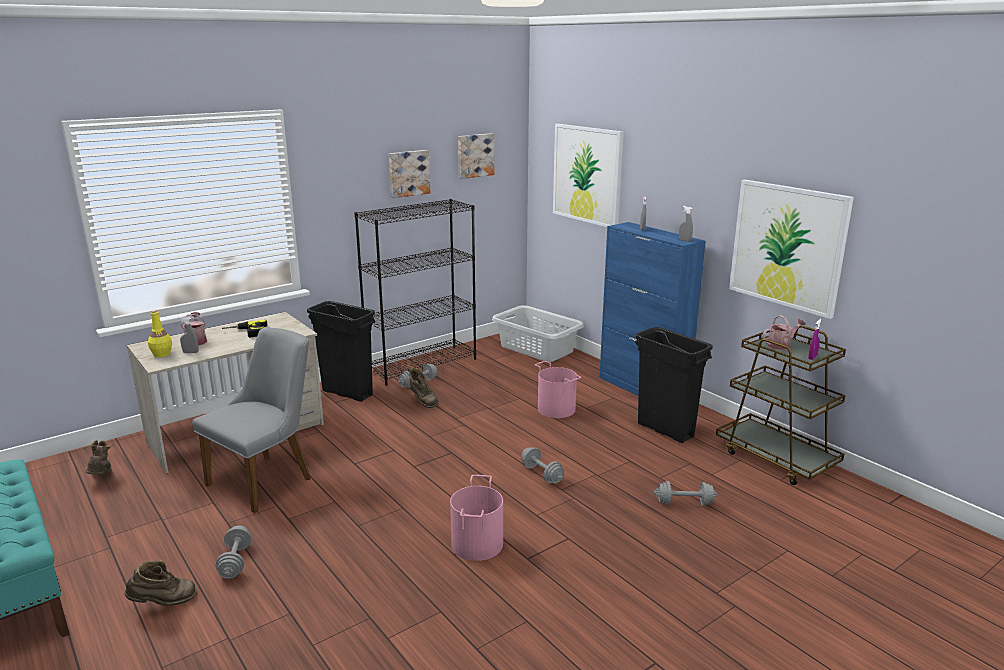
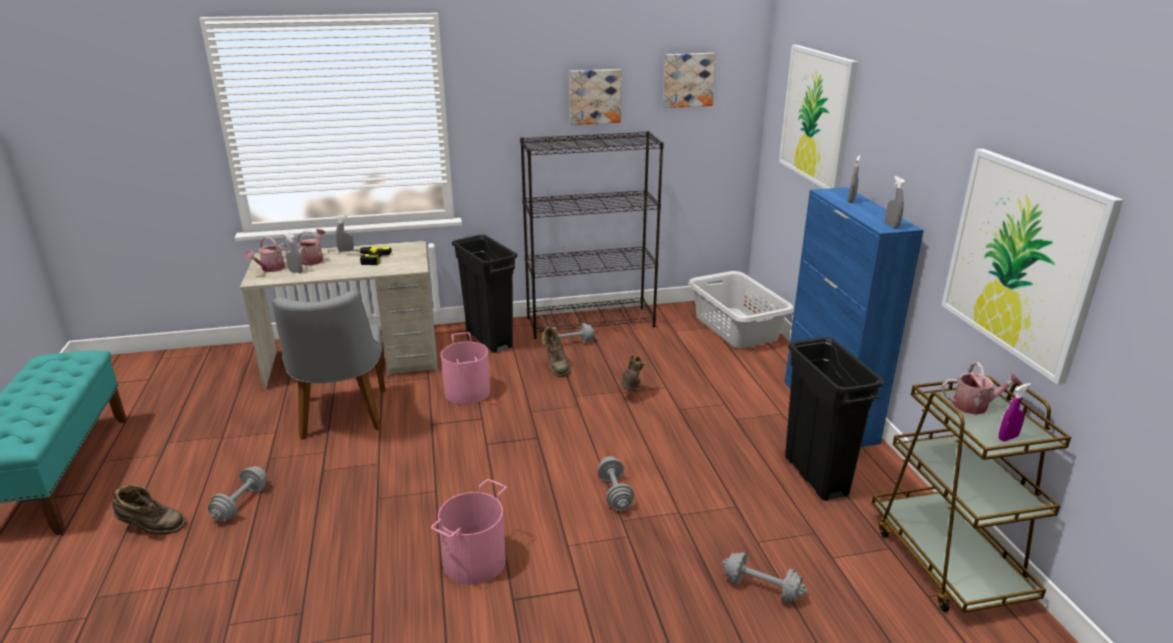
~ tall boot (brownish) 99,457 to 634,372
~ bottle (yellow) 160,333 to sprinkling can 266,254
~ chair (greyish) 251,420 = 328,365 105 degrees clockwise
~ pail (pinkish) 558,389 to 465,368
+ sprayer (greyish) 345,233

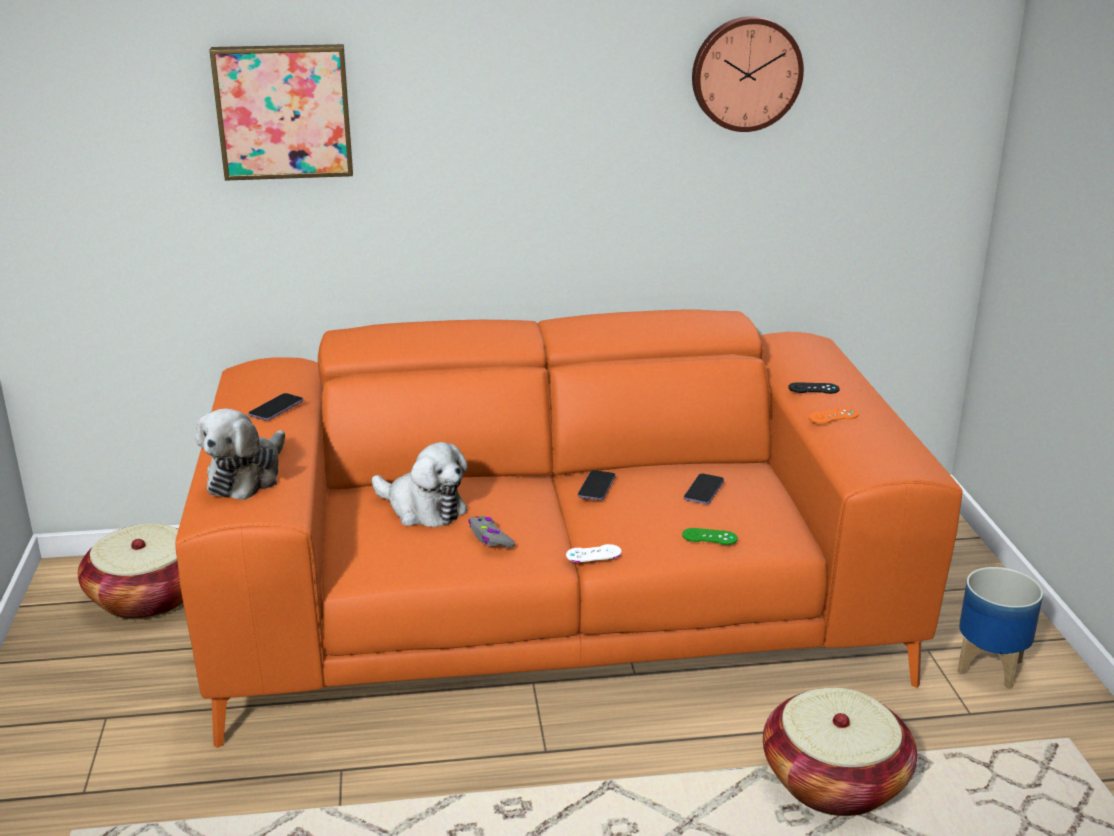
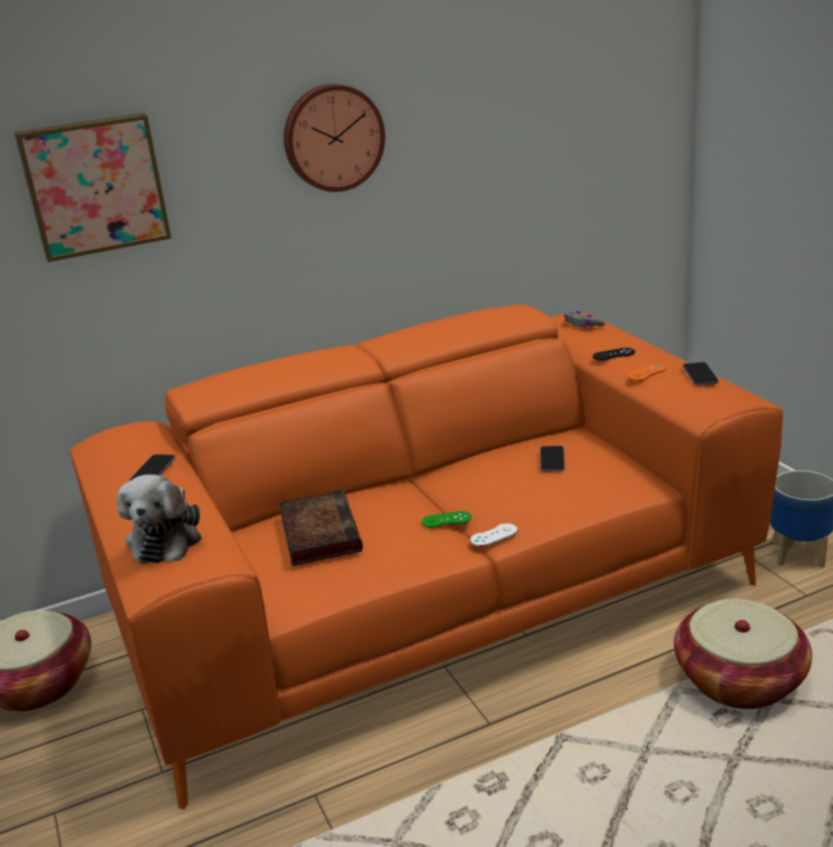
~ soft toy 420,484 to bound book 321,528
~ joypad (greyish) 492,532 to 584,319
~ phone 597,485 to 701,373
~ joypad (green-coloured) 710,536 to 446,519
~ hanging clock 748,74 to 334,138

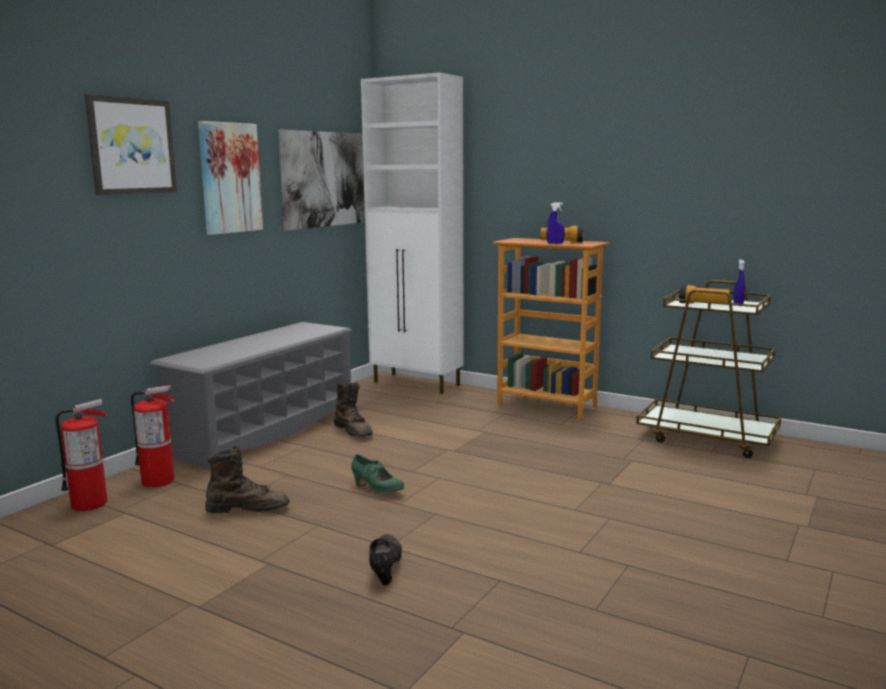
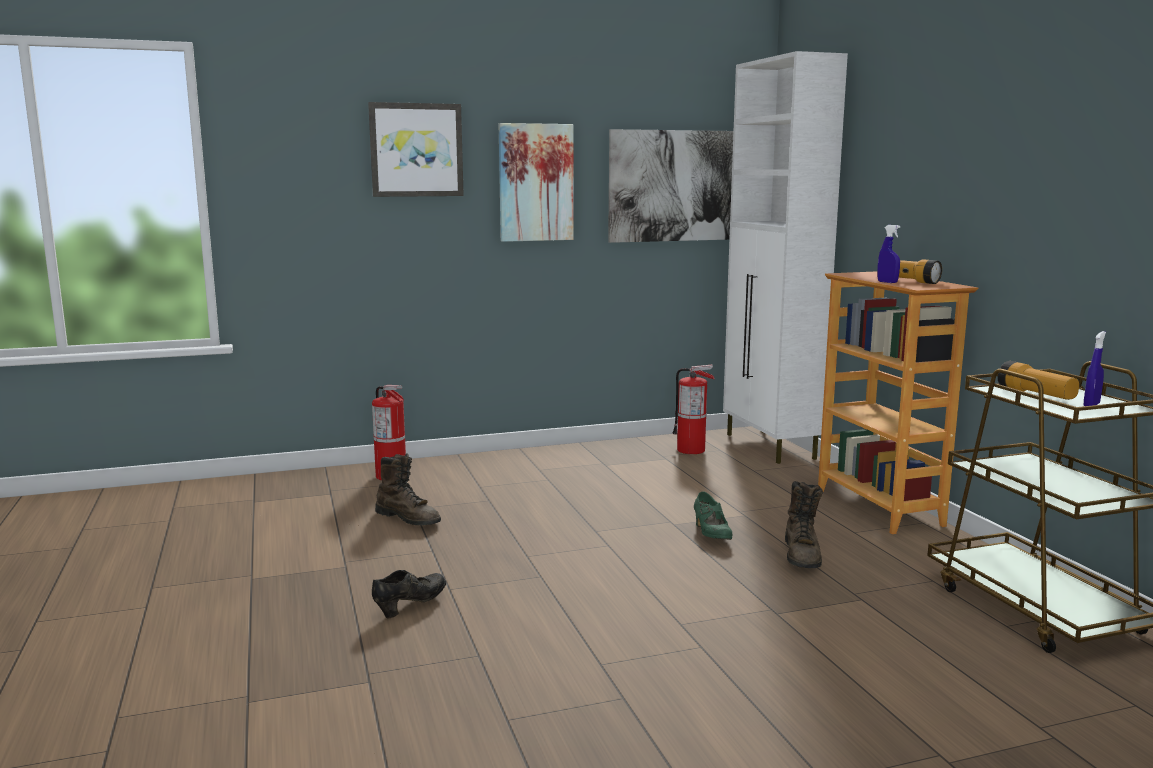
~ fire extinguisher 81,455 to 693,409
- shoe stand (greyish) 251,395
~ tall boot (brownish) 353,409 to 804,524
~ low shoe (green-coloured) 378,473 to 713,515

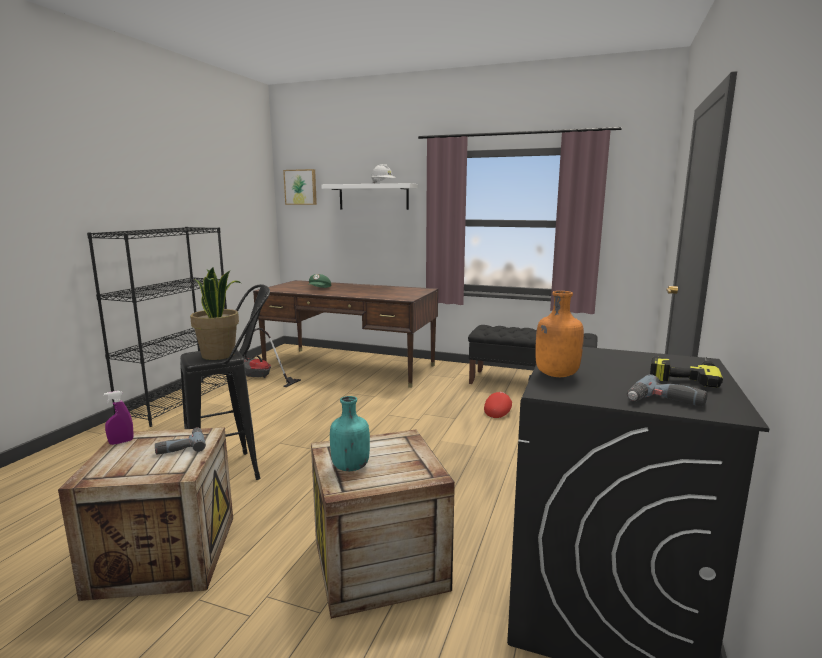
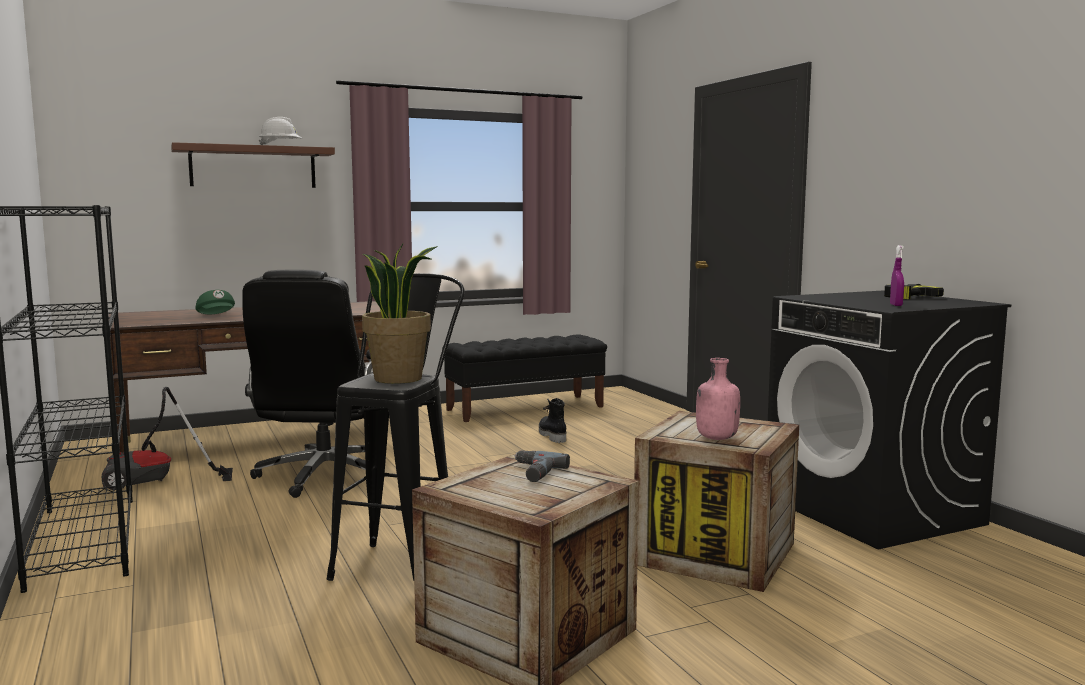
~ sprayer (purplish) 118,418 to 897,275
- wall art 300,187
~ bracket shelf (whitish) 370,196 to bracket shelf (brownish) 253,165
~ bottle (turquoise) 350,433 to bottle (pinkish) 718,399
~ peaked cap (reddish) 498,405 to tall boot (black) 552,420
- bottle (orange-coloured) 559,334
- electric drill 667,390
+ computer chair (black) 307,383

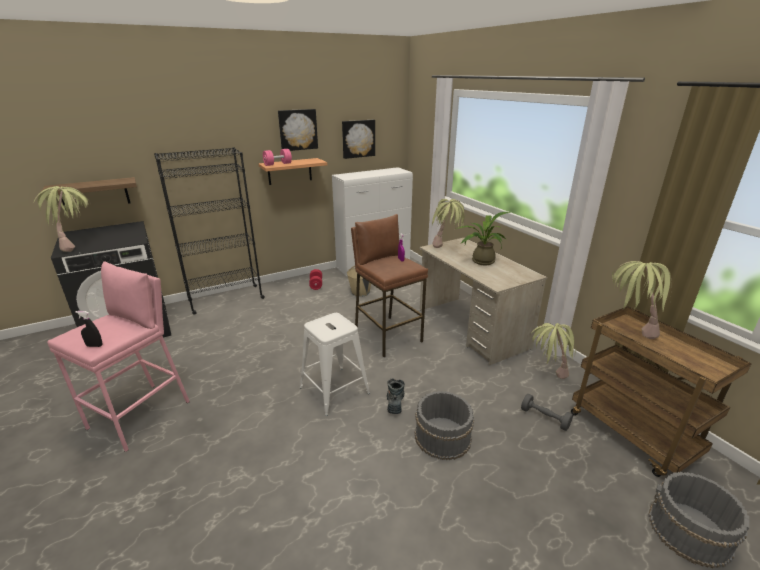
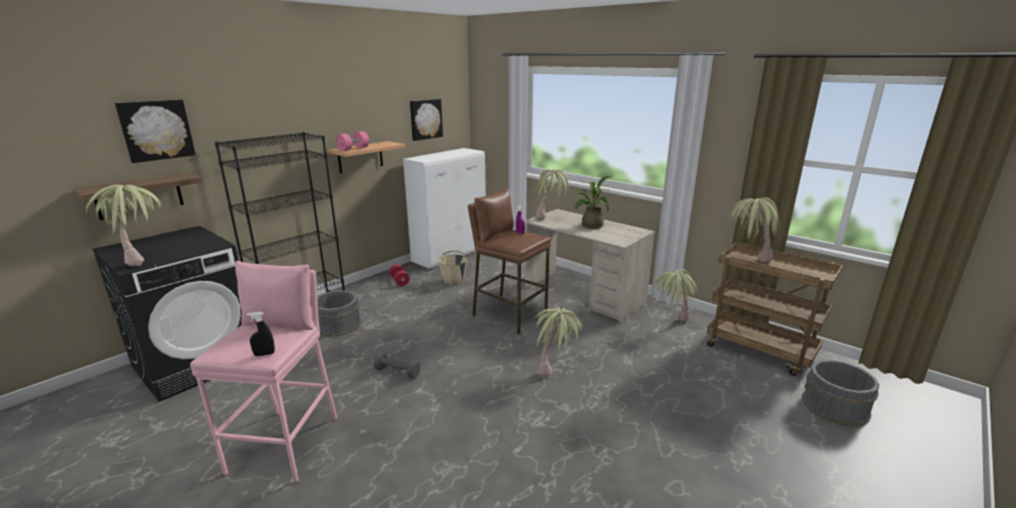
~ wall art 298,130 to 155,131
- stool (whitish) 335,364
~ tall boot 396,396 to potted plant 559,342
~ pail (greyish) 444,425 to 339,313
~ dumbbell (greyish) 547,412 to 396,366

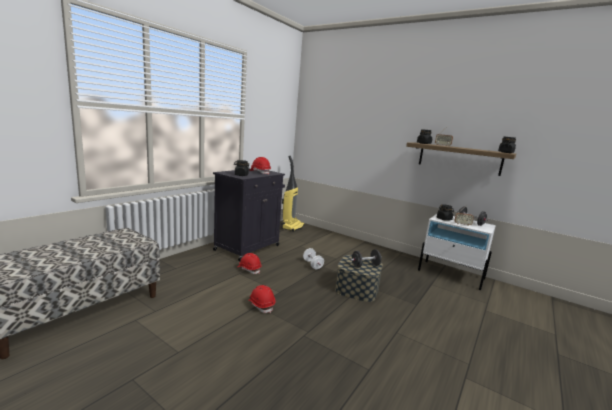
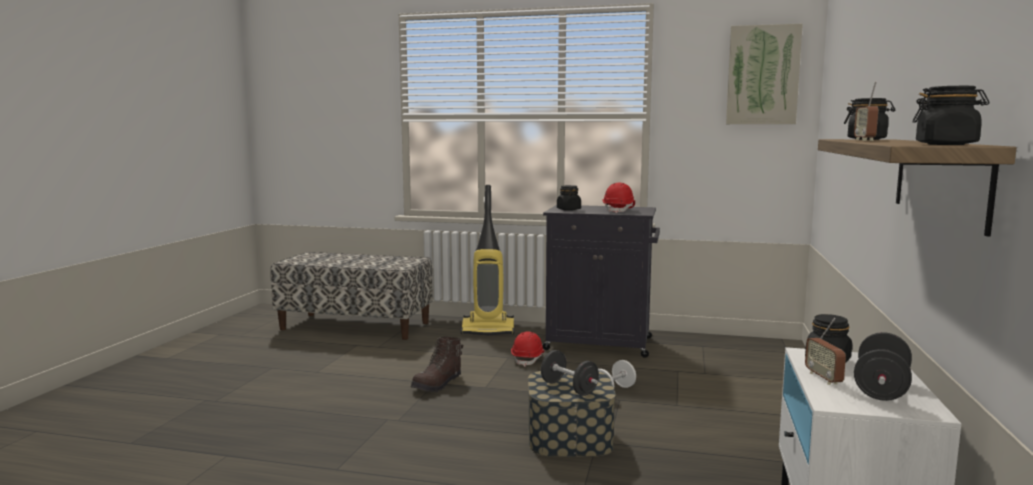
~ hard hat (reddish) 262,299 to tall boot (brownish) 437,364
~ hoover 292,194 to 487,260
+ wall art 764,74

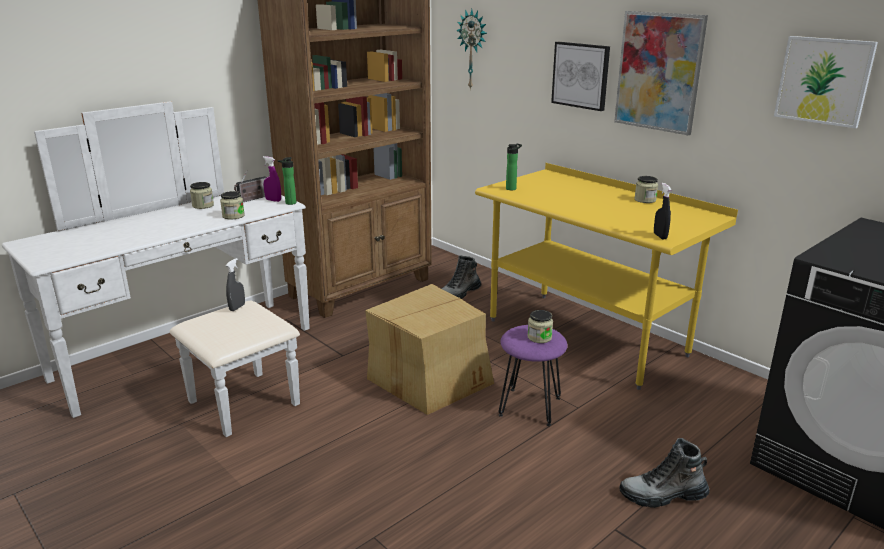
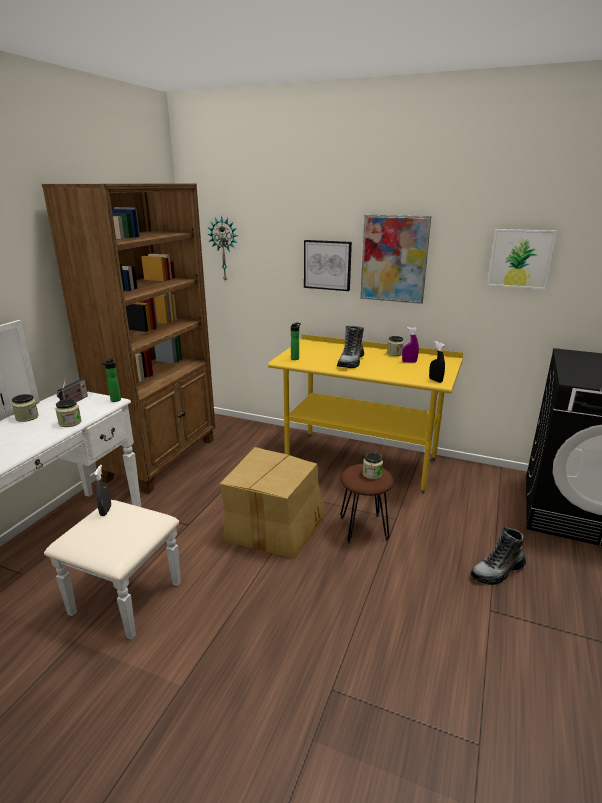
~ sprayer (purplish) 272,179 to 410,345
~ tall boot 461,277 to 350,347
~ stool (purplish) 533,375 to stool (brownish) 367,503

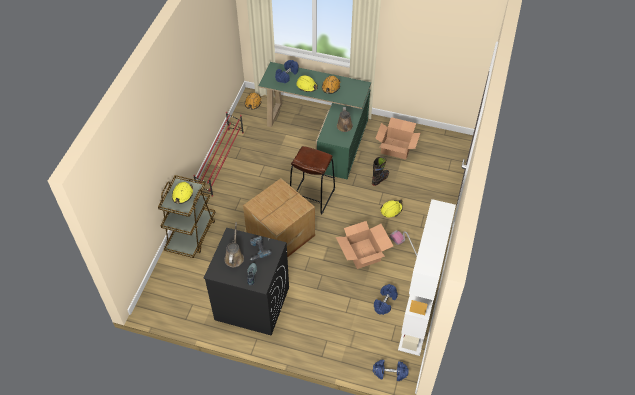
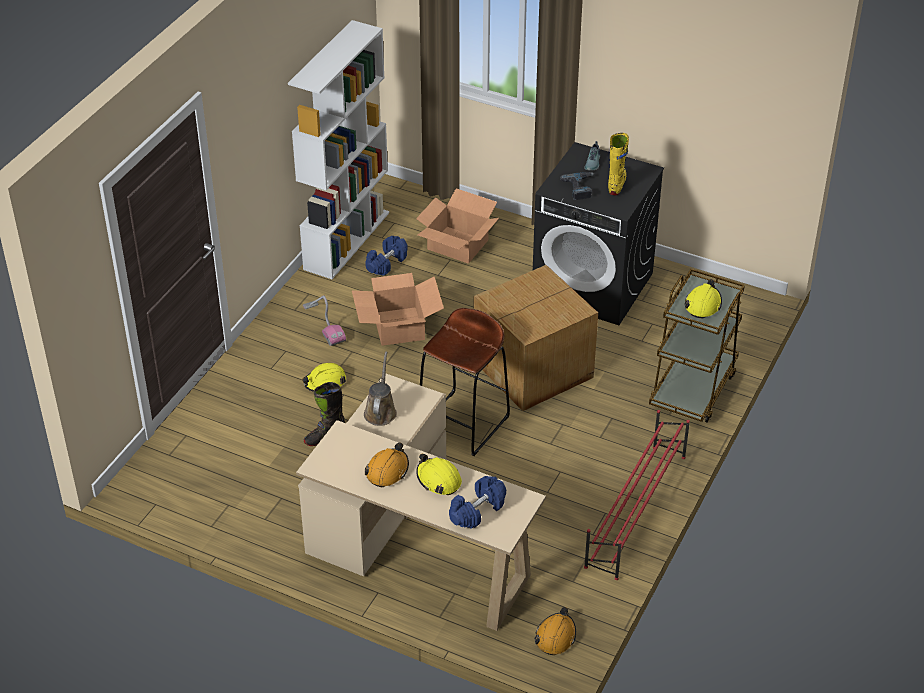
~ sprinkling can (brownish) 234,244 to tall boot (yellow) 618,164
~ desk (green-coloured) 314,121 to desk (beige) 421,502
- dumbbell (blue) 391,370
~ packing box 397,138 to 457,226

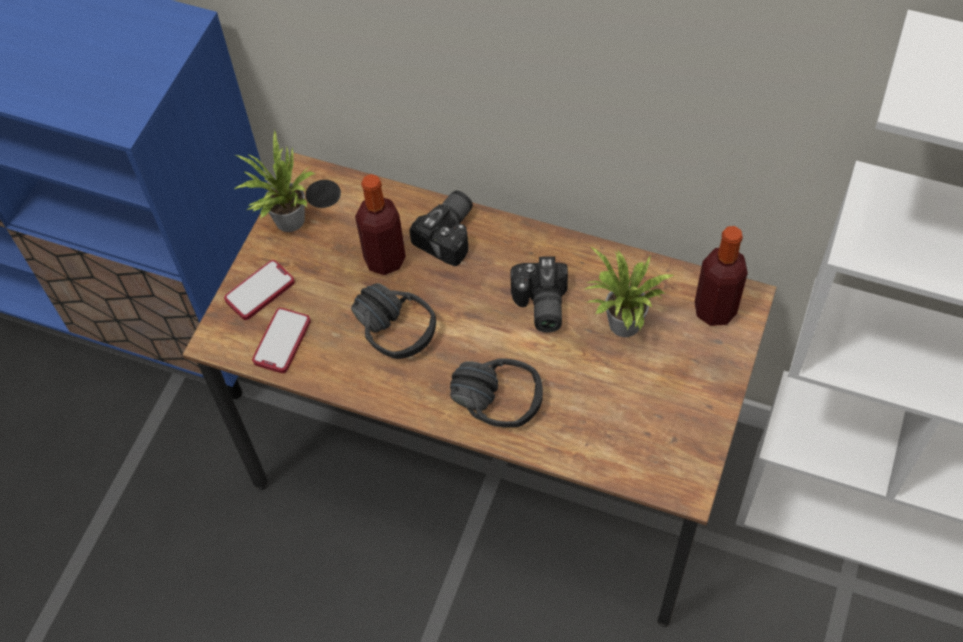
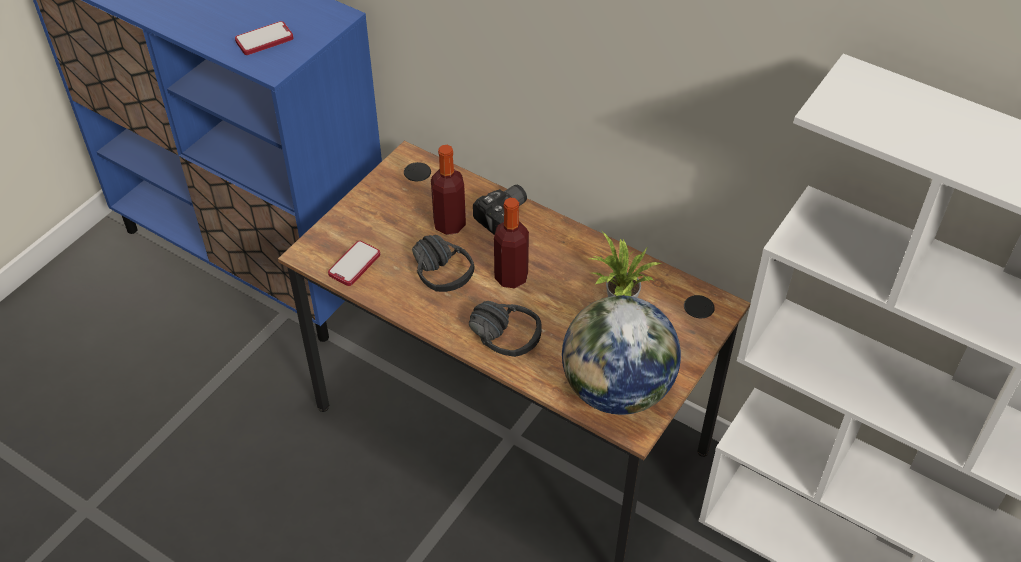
~ phone 259,290 to 264,38
- potted plant 275,181
- photo camera 539,294
~ bottle 721,276 to 511,243
+ globe 621,355

